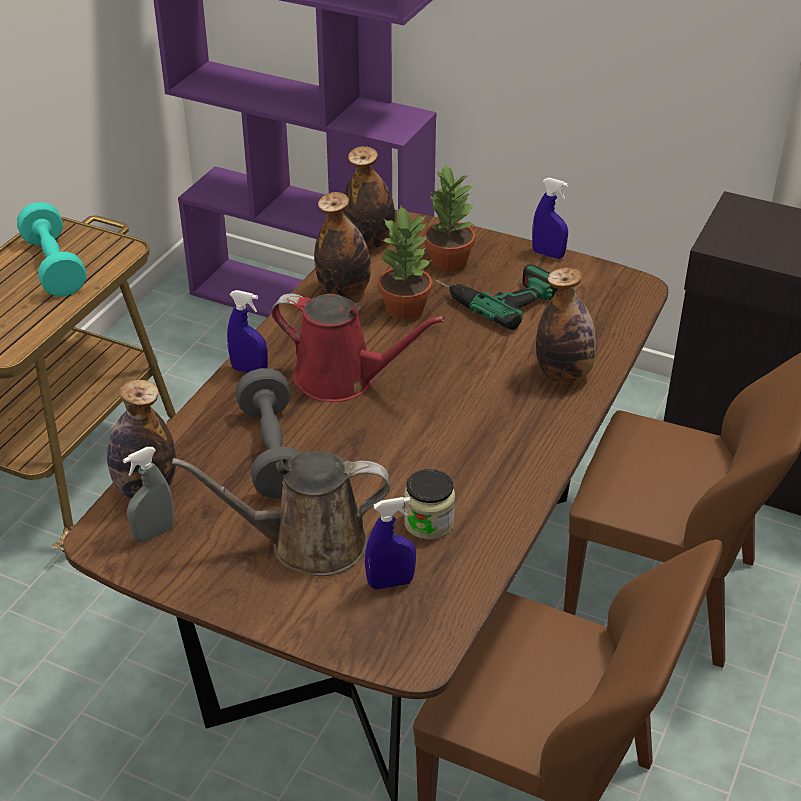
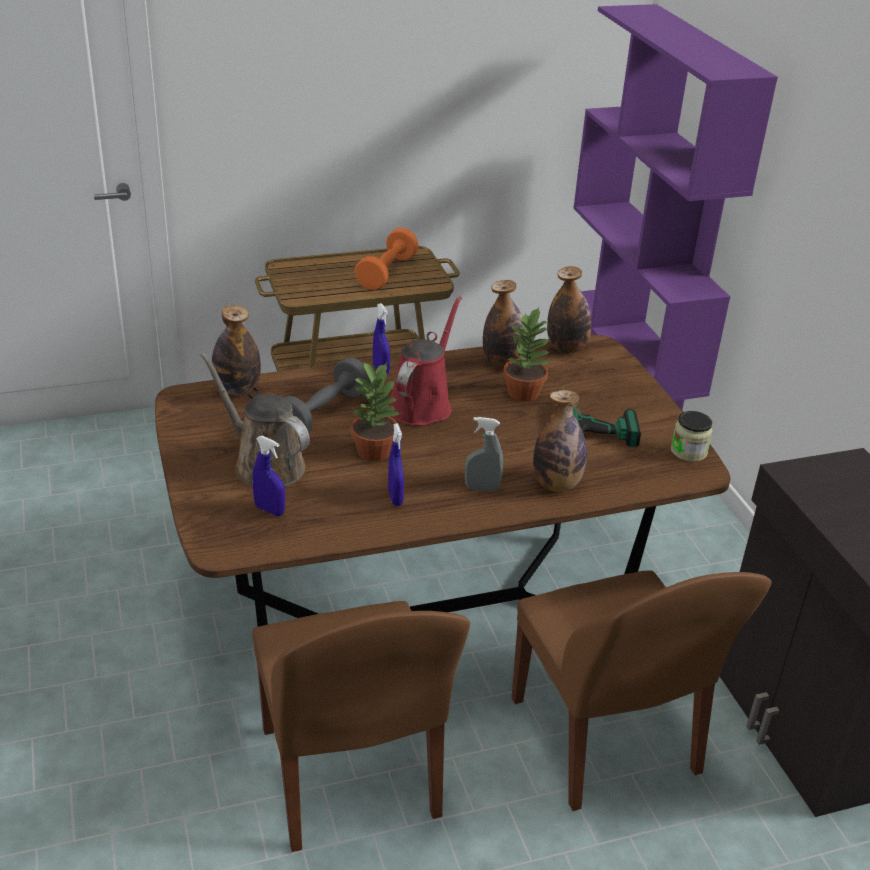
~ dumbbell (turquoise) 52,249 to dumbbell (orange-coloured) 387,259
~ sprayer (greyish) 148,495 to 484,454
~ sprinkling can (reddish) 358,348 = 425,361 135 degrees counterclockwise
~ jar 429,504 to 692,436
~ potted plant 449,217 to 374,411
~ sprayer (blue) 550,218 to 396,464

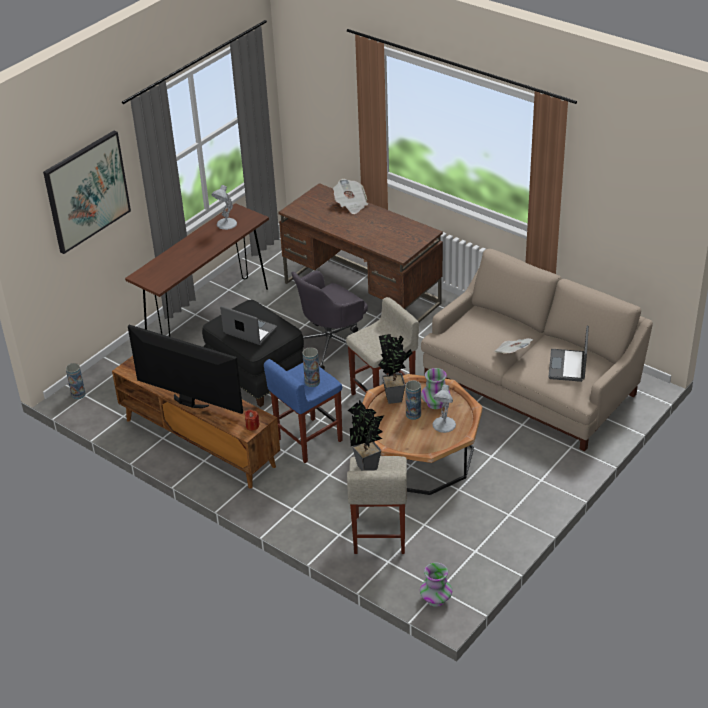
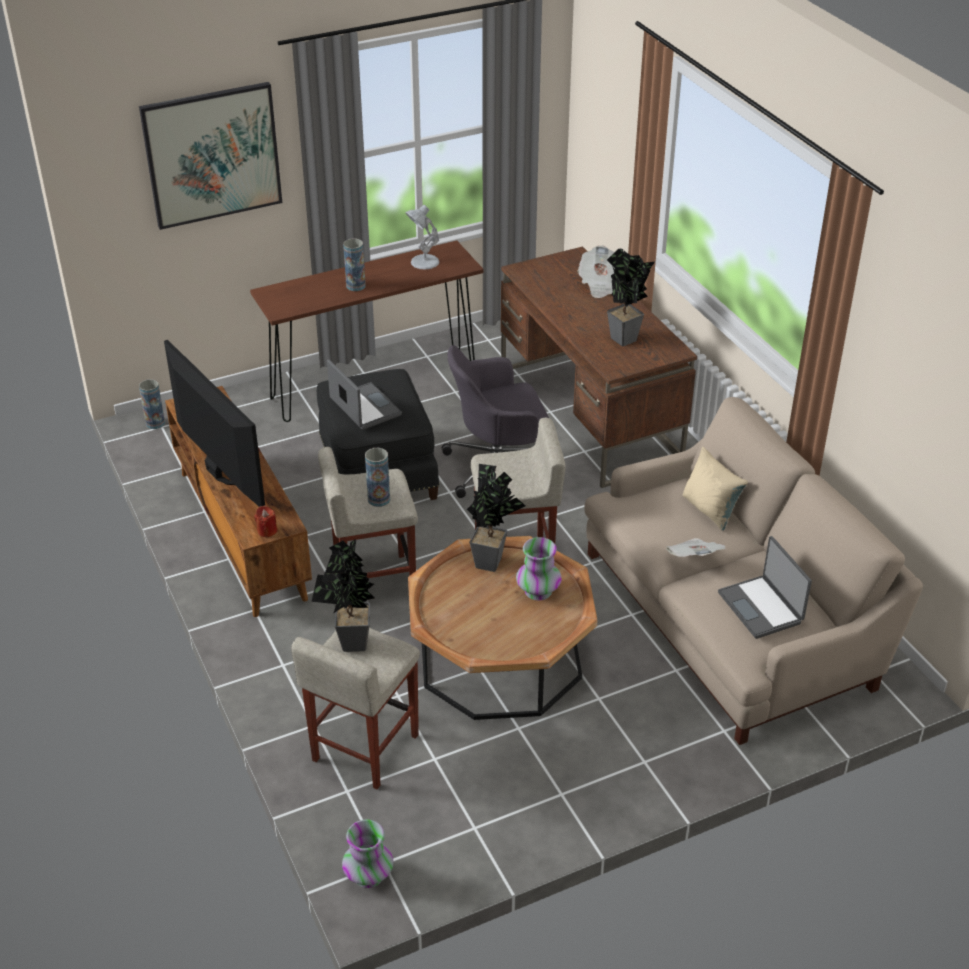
~ stool (blue) 303,411 to stool (beige) 368,512
~ vase 413,400 to 354,265
- table lamp (whitish) 444,408
~ notebook computer 568,354 = 765,587 60 degrees counterclockwise
+ potted plant 631,297
+ cushion (beige) 715,489

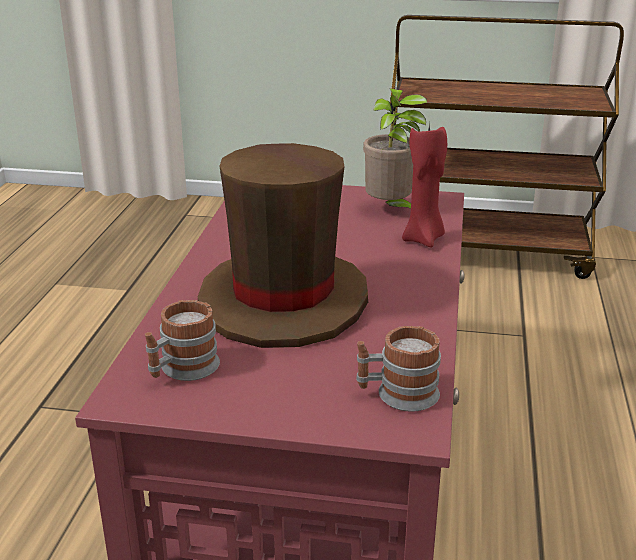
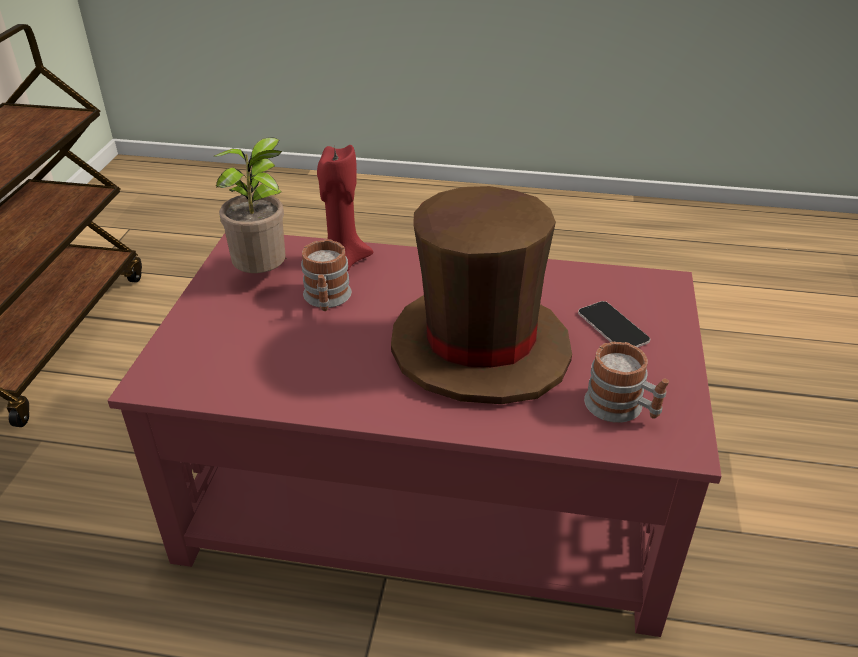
~ tea mug 398,369 to 326,275
+ phone 614,324

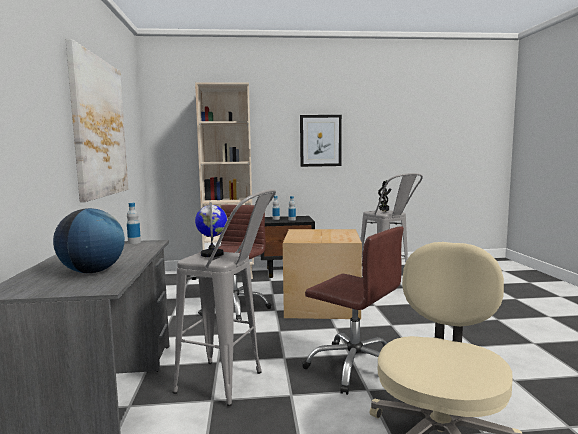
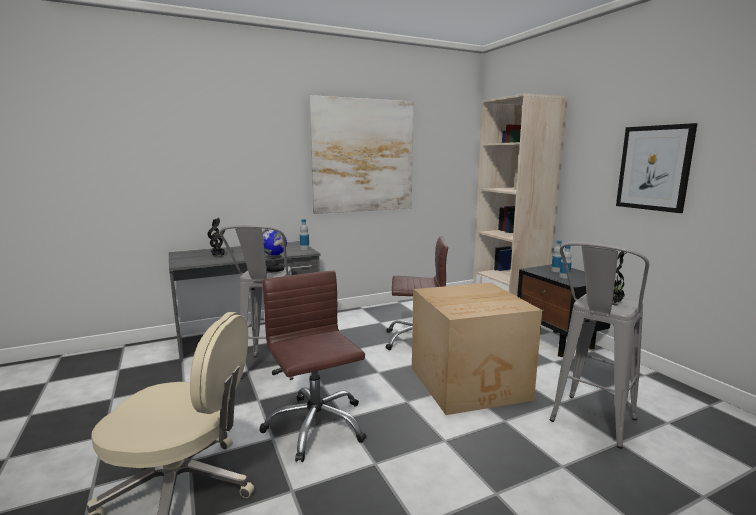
~ globe 89,240 to potted plant 216,237
~ computer chair (brownish) 353,310 = 313,366 135 degrees clockwise

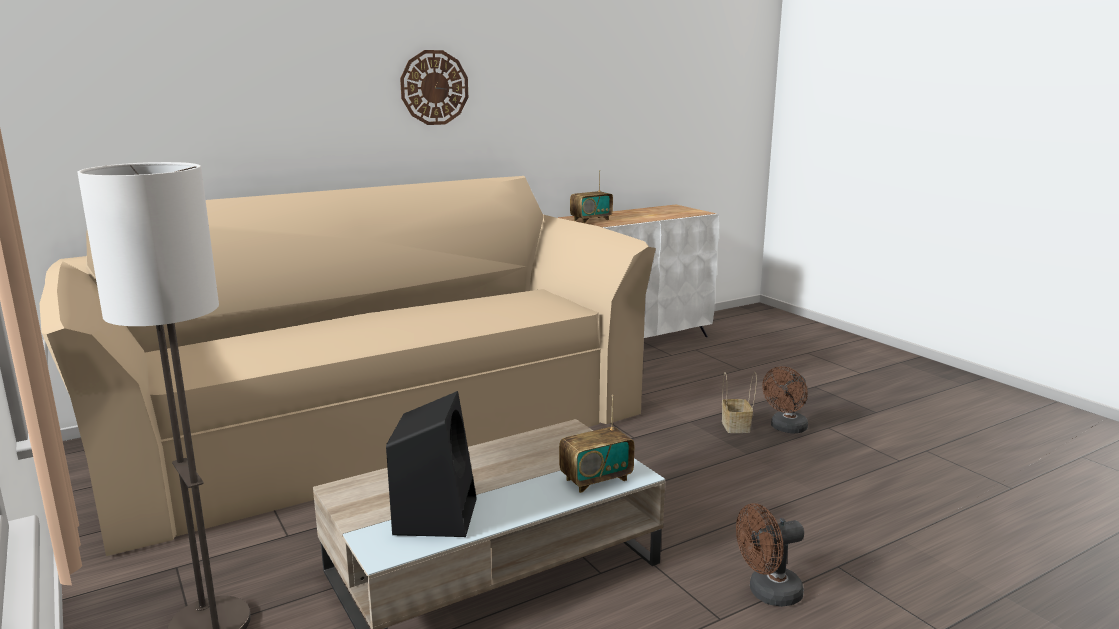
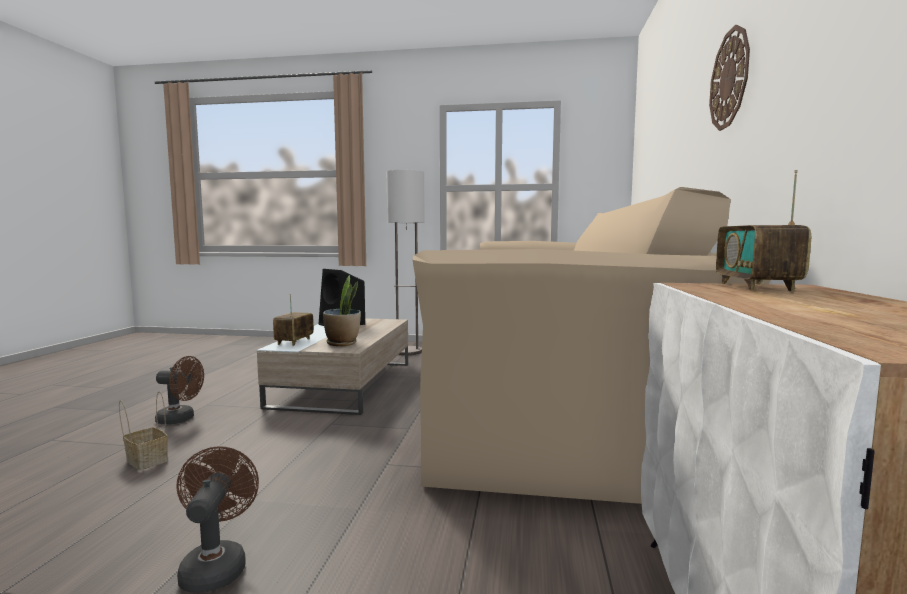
~ basket 739,402 to 143,430
~ fan (brownish) 770,555 = 179,390 75 degrees clockwise
+ potted plant 342,310

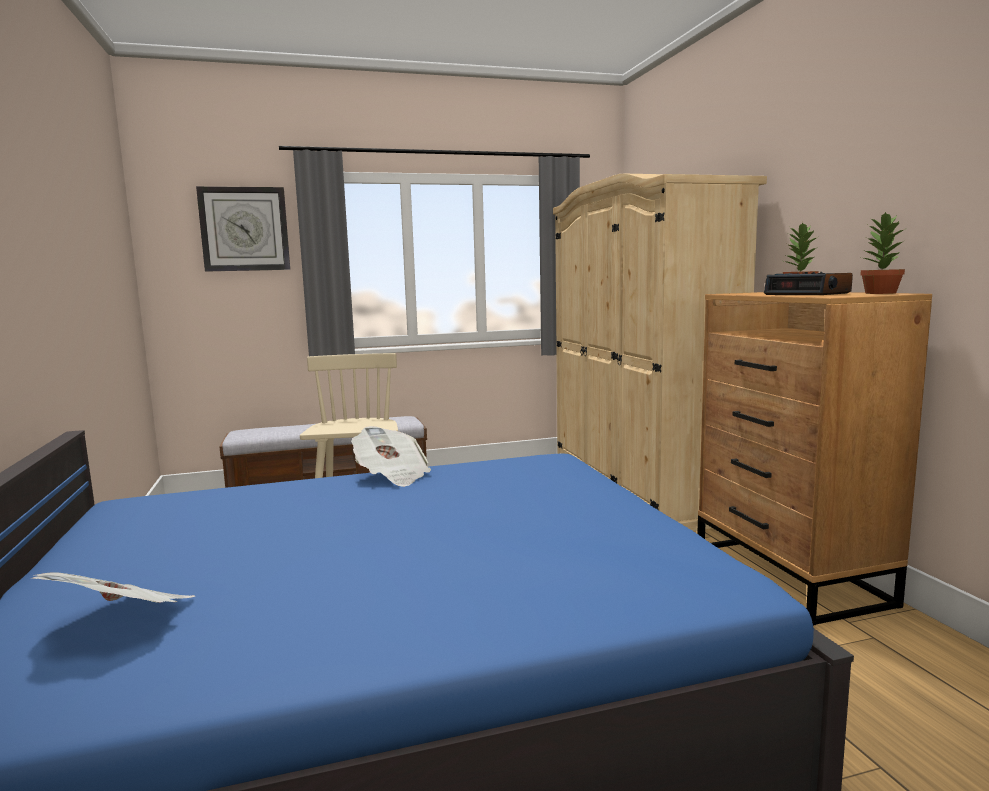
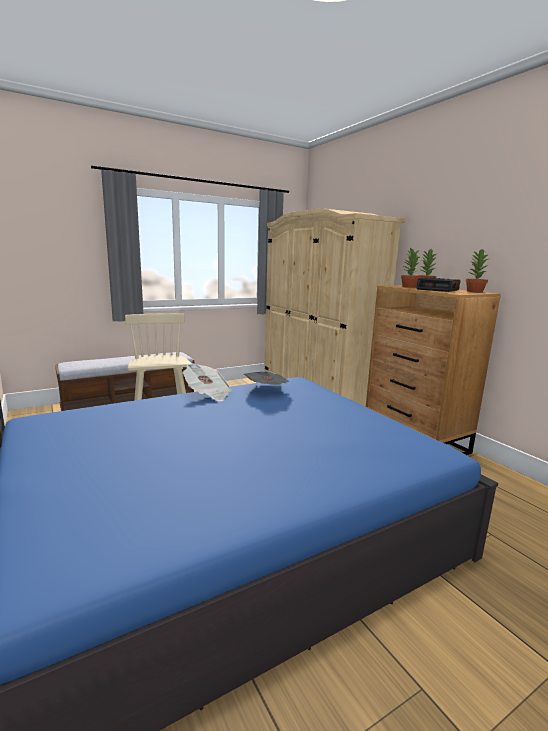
~ newspaper 113,587 to 266,378
- hanging clock 243,229
+ potted plant 411,268

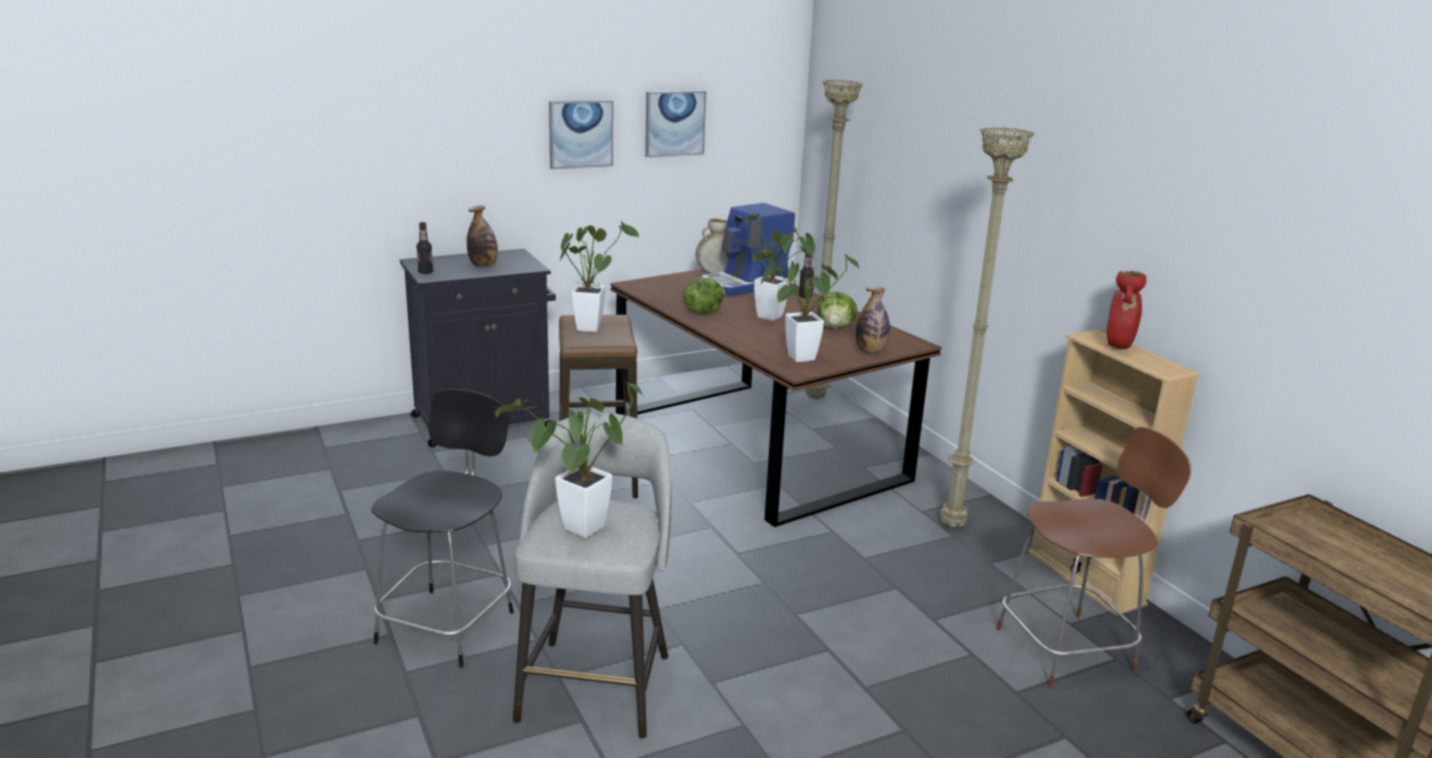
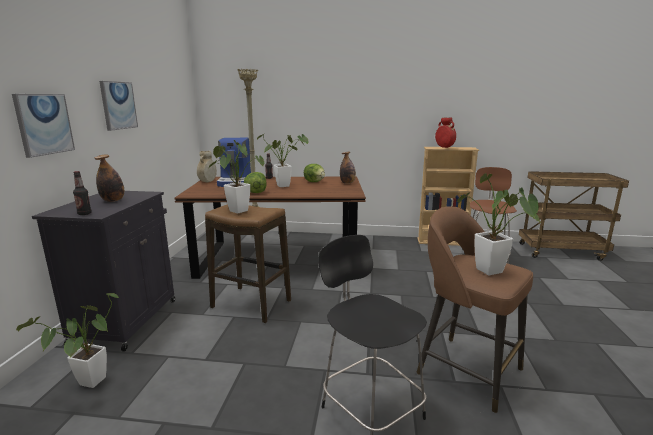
~ stool (greyish) 592,576 to stool (brownish) 475,309
~ wall art 675,123 to 43,126
~ potted plant 806,305 to 68,340
- standing lamp (beige) 987,327

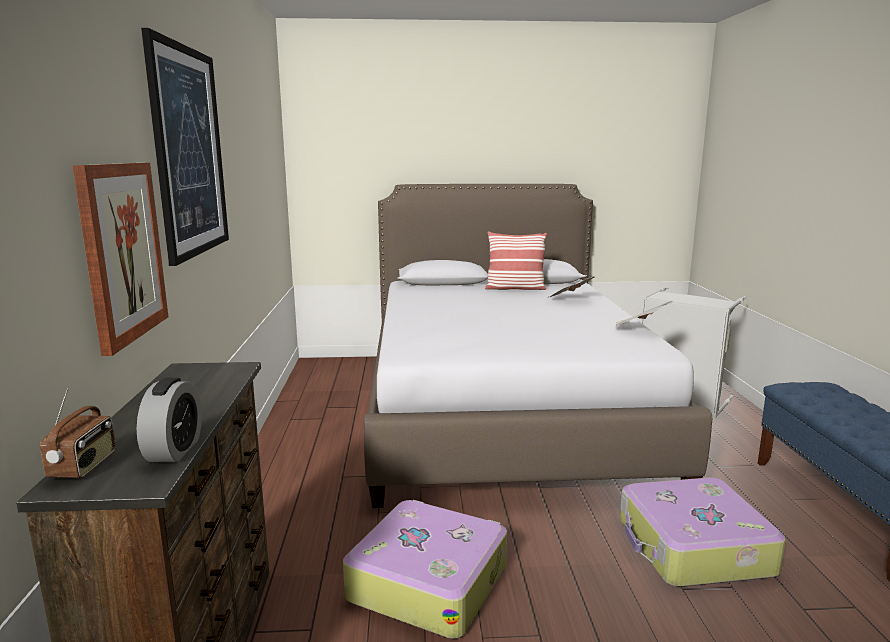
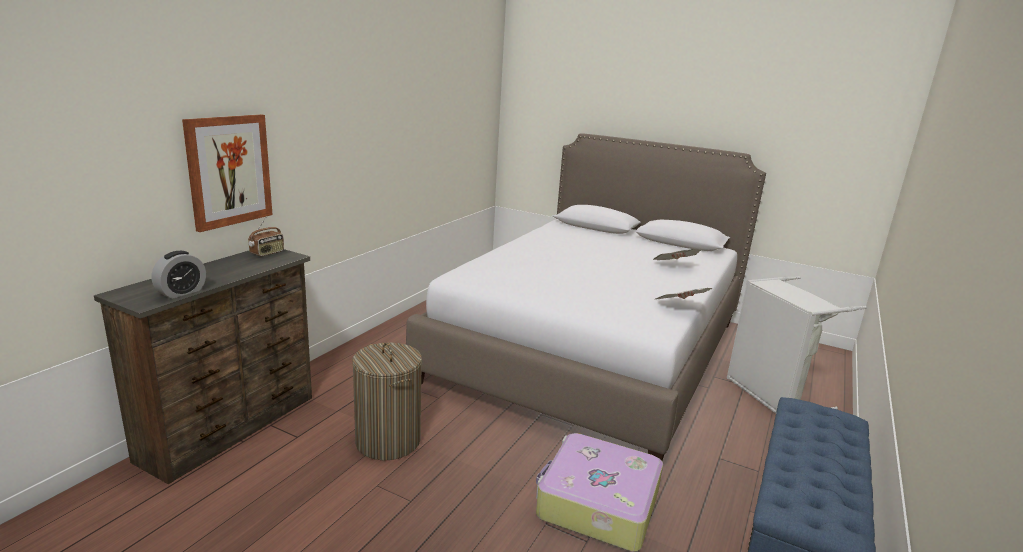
~ radio set 78,433 to 266,237
- wall art 185,147
~ piece of luggage 425,569 to hamper 387,401
- cushion 516,260

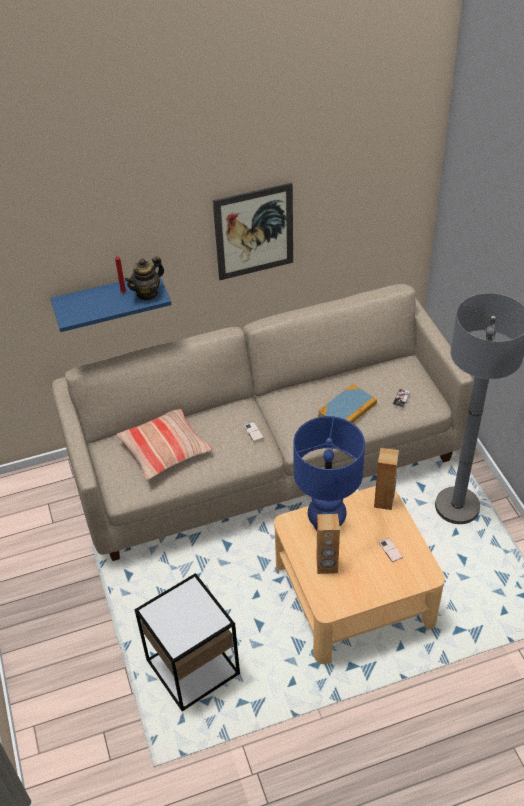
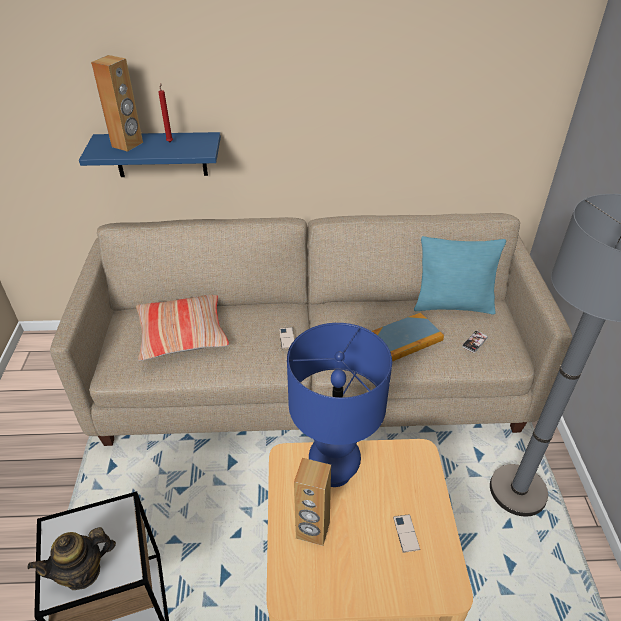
~ tea pot 144,278 to 72,558
- wall art 253,231
~ audio speaker (brownish) 386,479 to 117,103
+ cushion (turquoise) 460,275

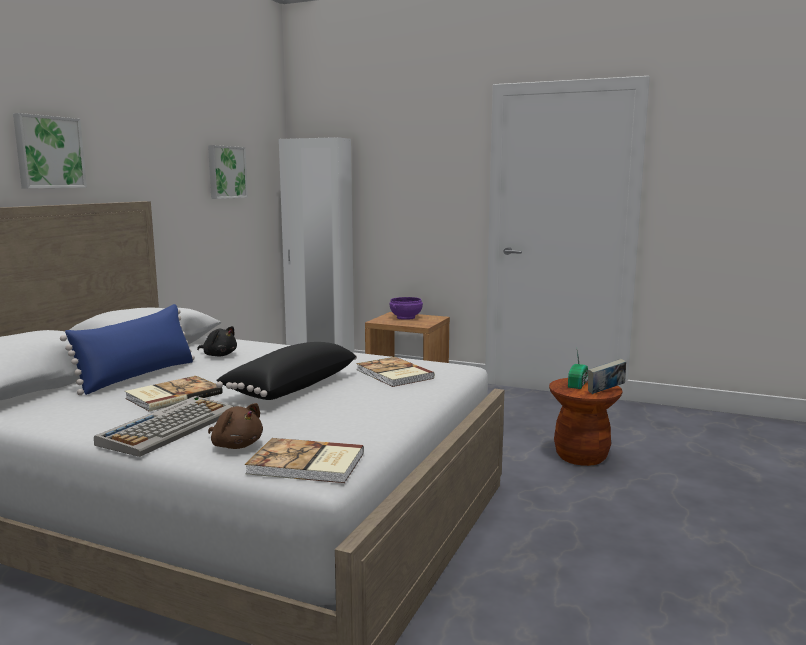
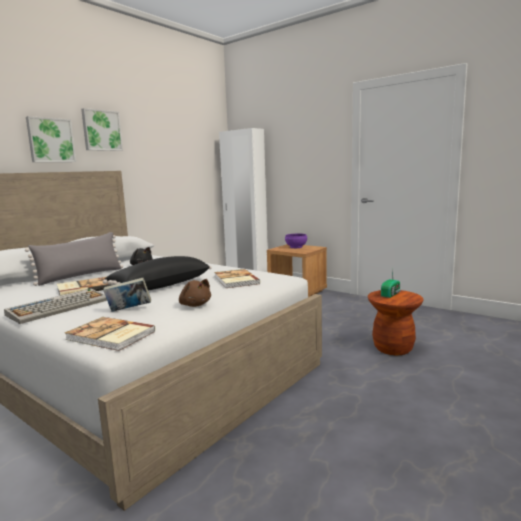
~ cushion (blue) 127,349 to cushion (greyish) 74,259
~ wall art 228,172 to 102,129
~ soft toy (brownish) 235,426 to 195,293
~ bound book 607,376 to 127,295

